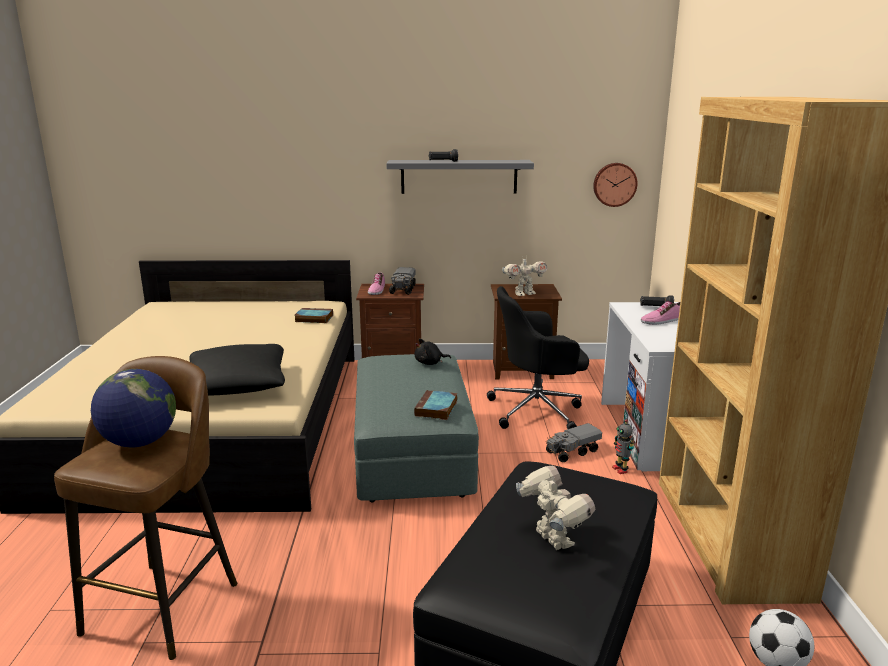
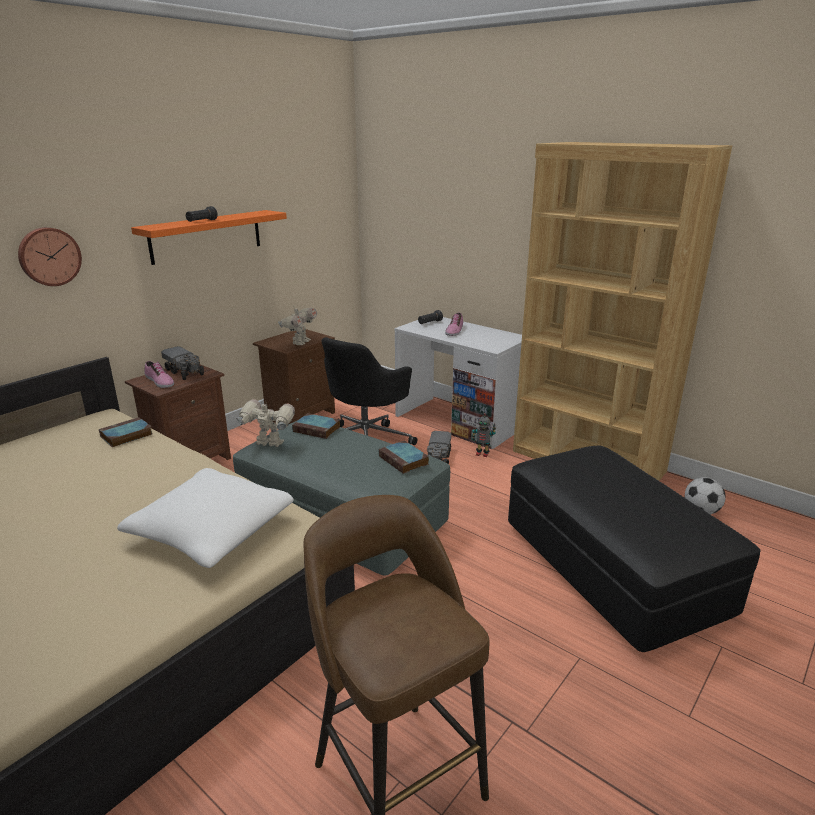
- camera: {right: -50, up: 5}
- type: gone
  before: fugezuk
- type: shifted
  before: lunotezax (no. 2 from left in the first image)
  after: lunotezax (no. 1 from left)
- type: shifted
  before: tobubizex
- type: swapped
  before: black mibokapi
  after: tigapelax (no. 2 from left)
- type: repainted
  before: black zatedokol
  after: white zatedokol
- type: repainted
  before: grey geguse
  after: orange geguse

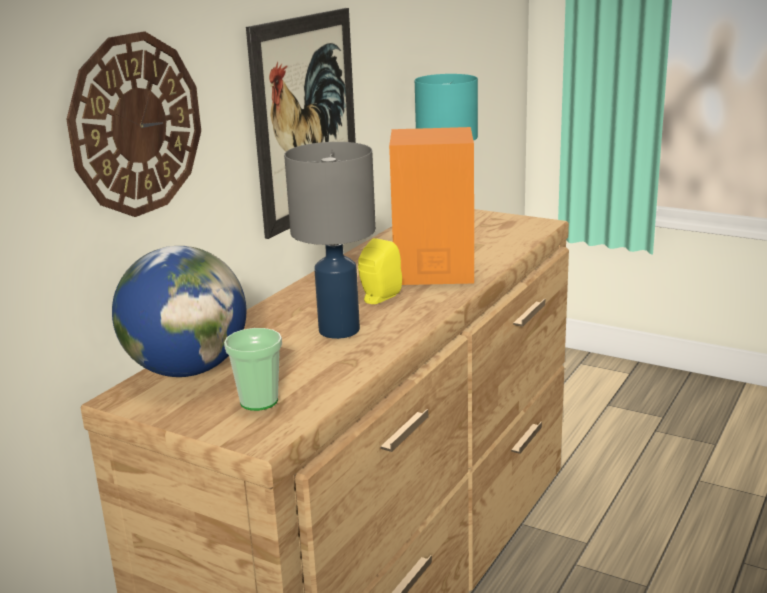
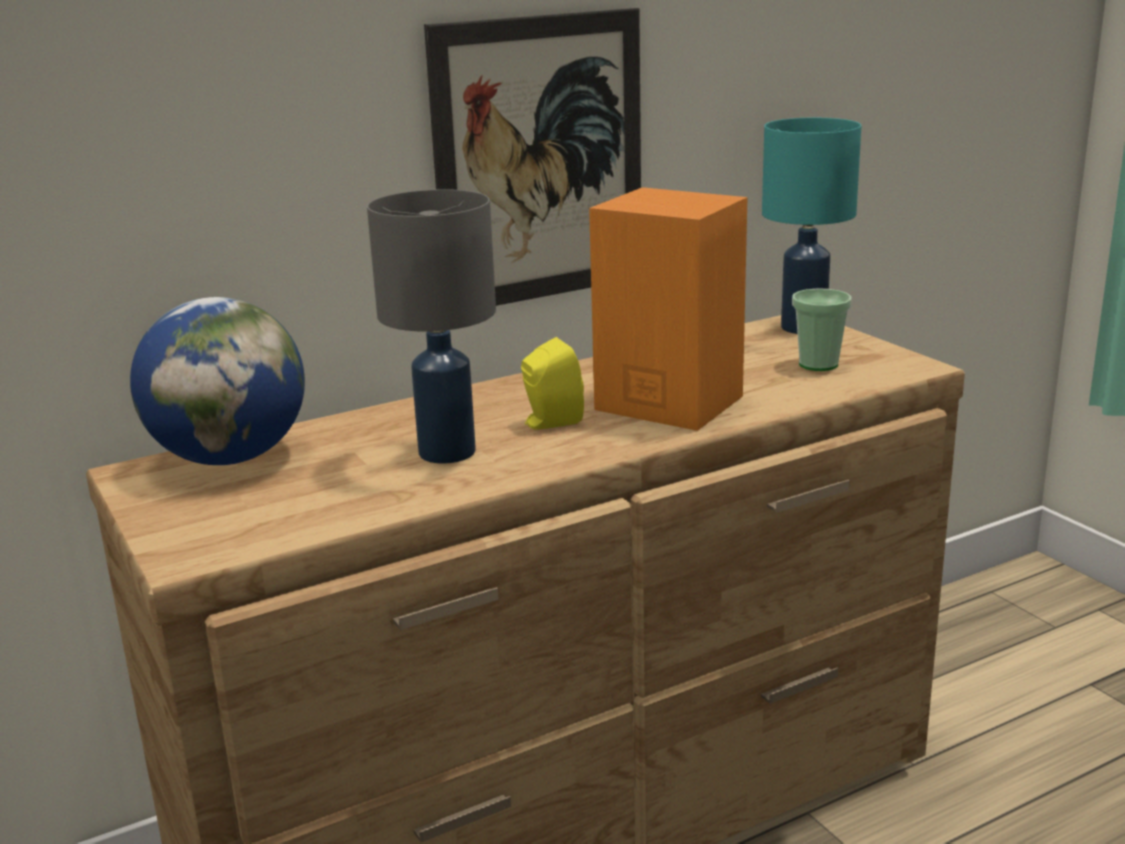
- camera: {right: 30, up: 0}
- type: gone
  before: tobubizex
- type: shifted
  before: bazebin

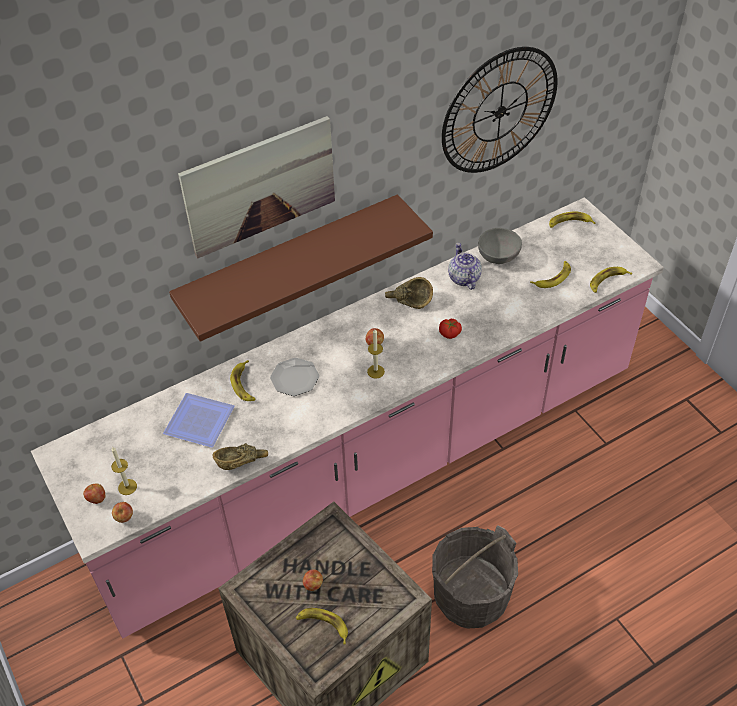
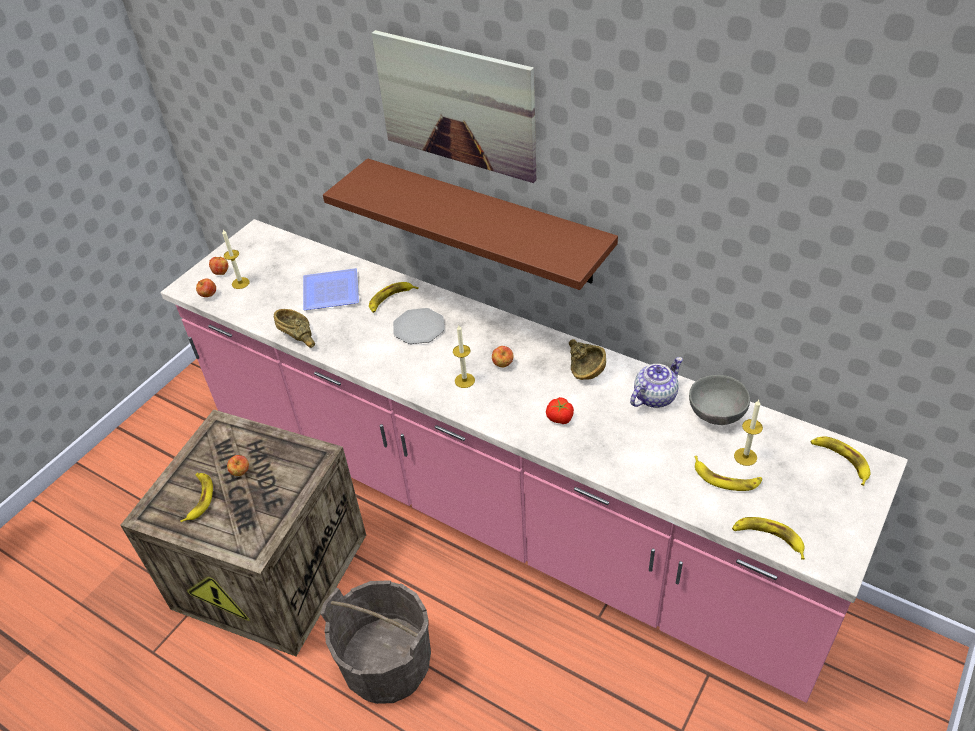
- camera: {right: 65, up: -5}
- type: gone
  before: tobubizex
- type: new
  after: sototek (no. 3 from left)

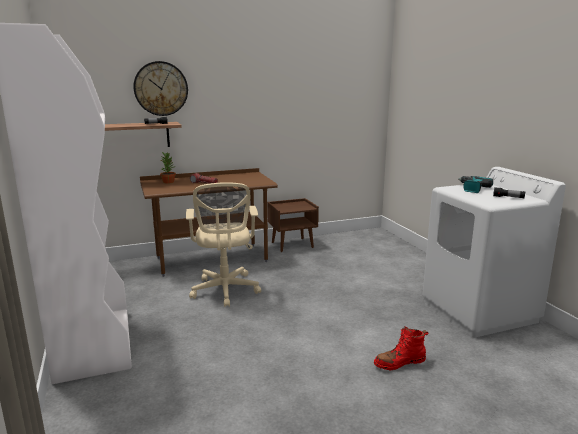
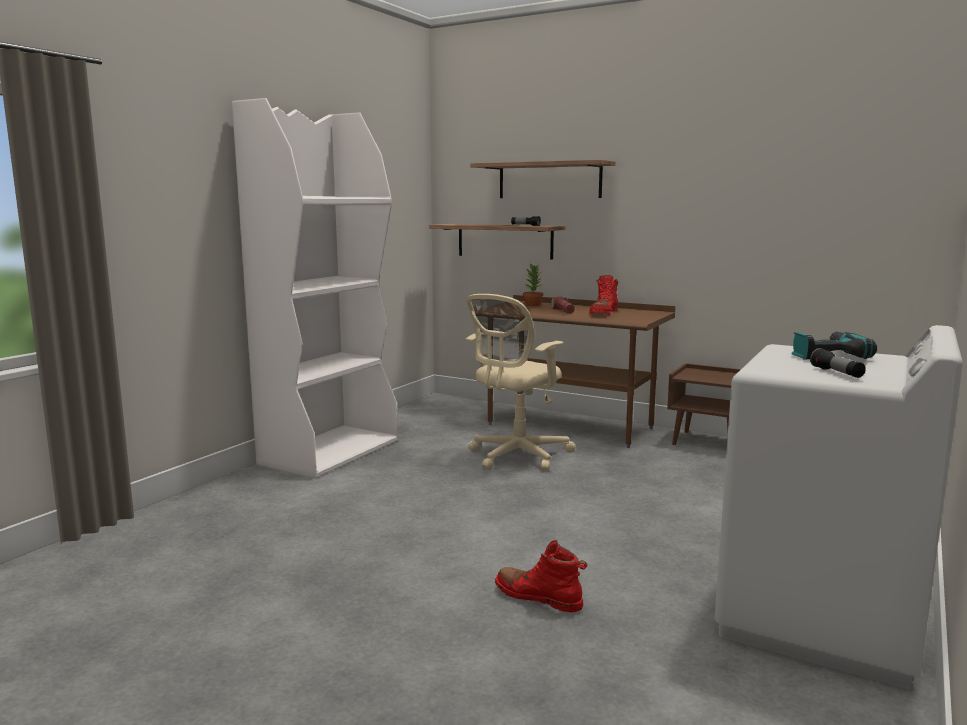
- camera: {right: 50, up: -5}
- type: new
  after: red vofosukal (no. 2 from left)
- type: swapped
  before: tobubizex
  after: geguse (no. 2 from left)

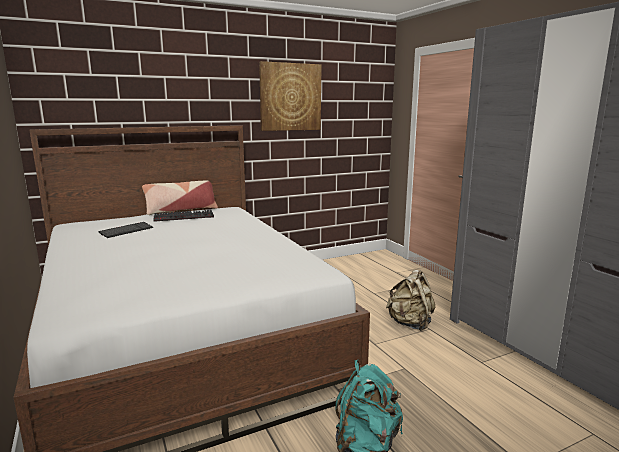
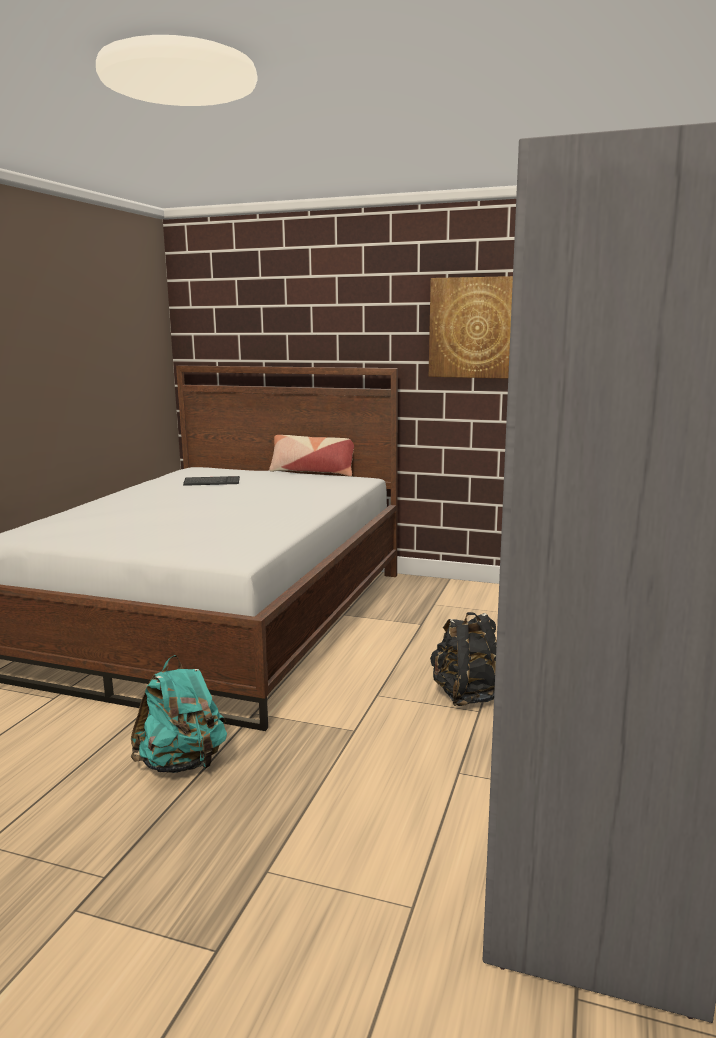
- camera: {right: 45, up: 0}
- type: gone
  before: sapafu (no. 2 from left)
- type: repainted
  before: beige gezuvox
  after: black gezuvox

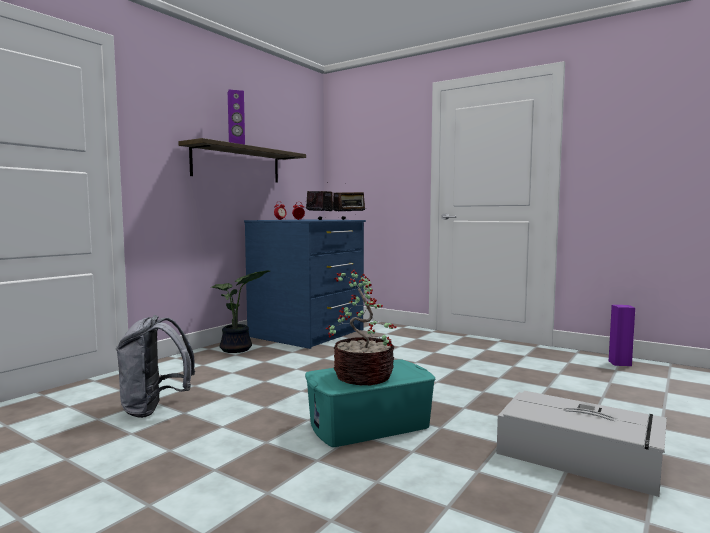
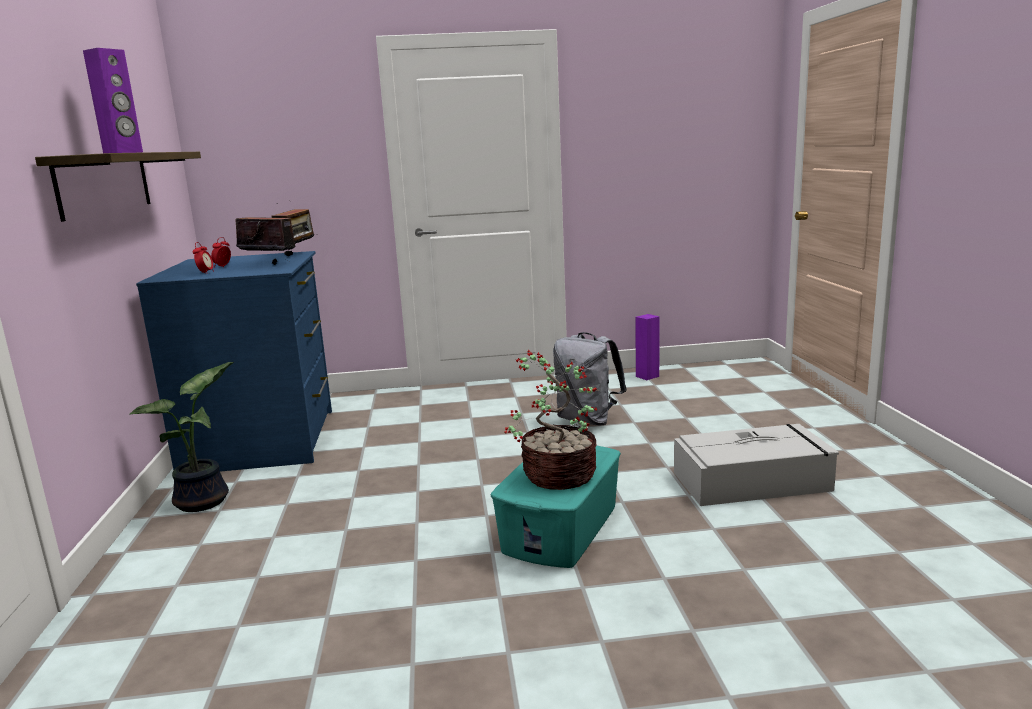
- camera: {right: -40, up: 10}
- type: shifted
  before: grey gezuvox

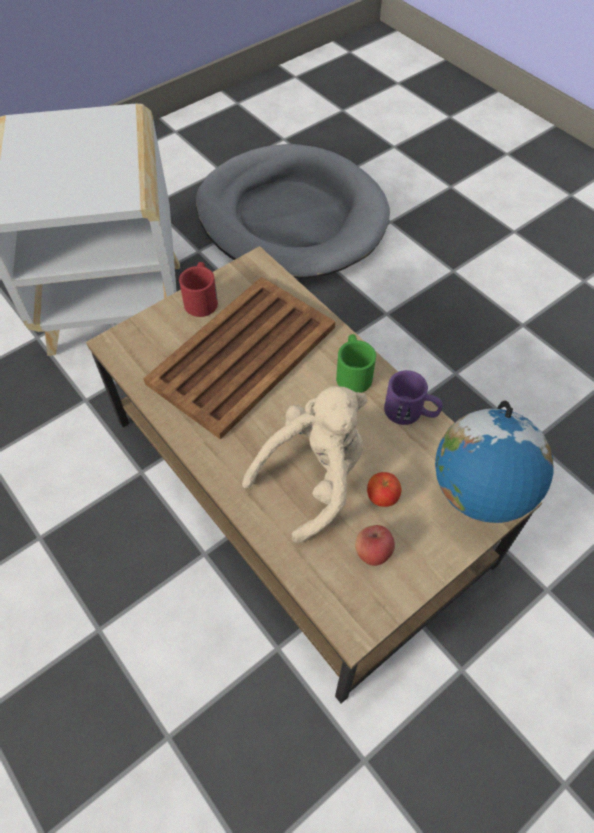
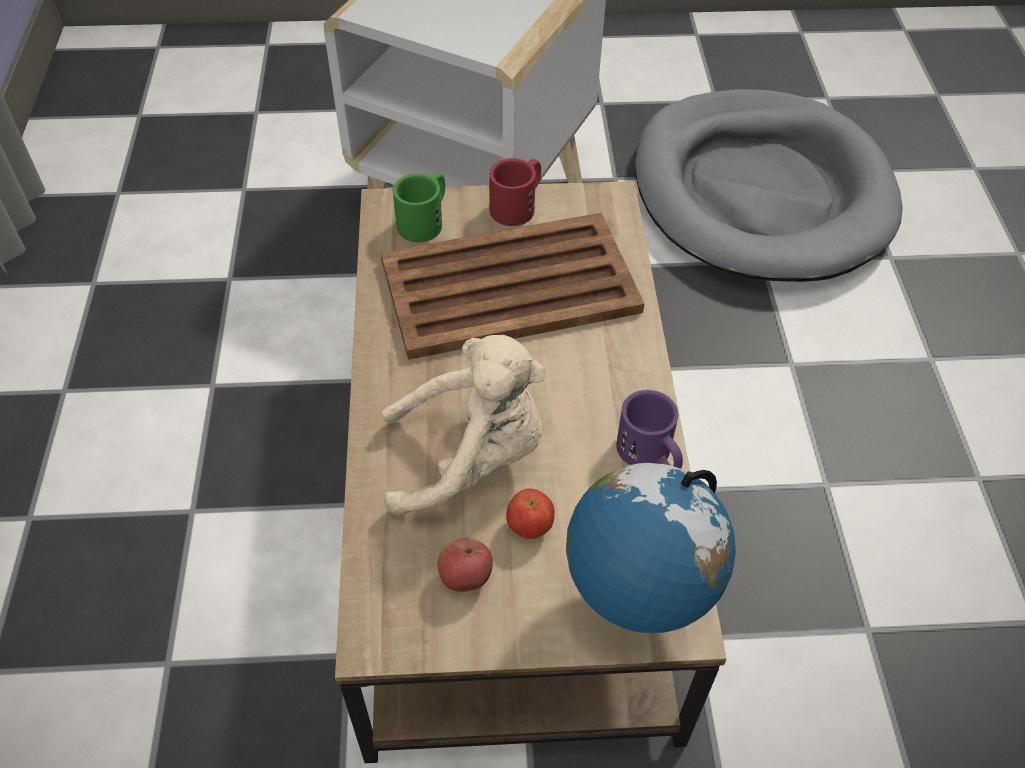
- camera: {right: 35, up: -5}
- type: shifted
  before: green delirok

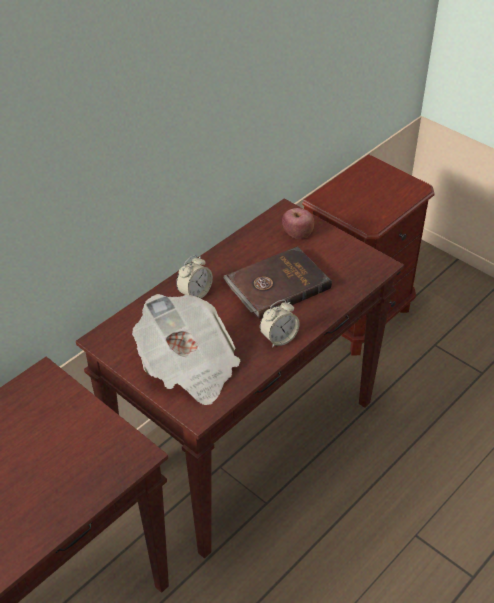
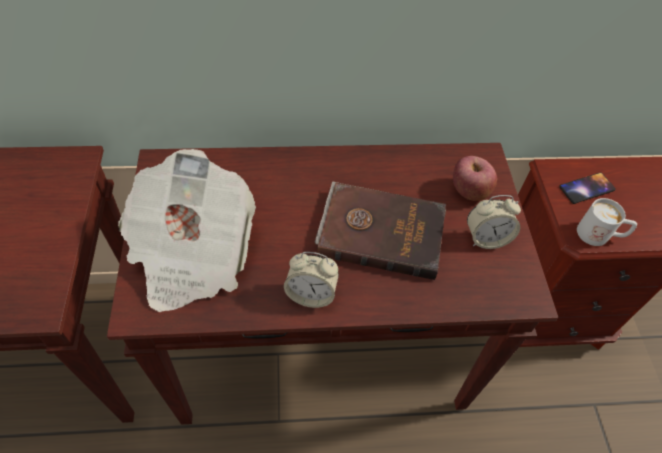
- camera: {right: 40, up: 10}
- type: new
  after: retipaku
- type: new
  after: white delirok
- type: shifted
  before: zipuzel (no. 1 from left in the first image)
  after: zipuzel (no. 2 from left)

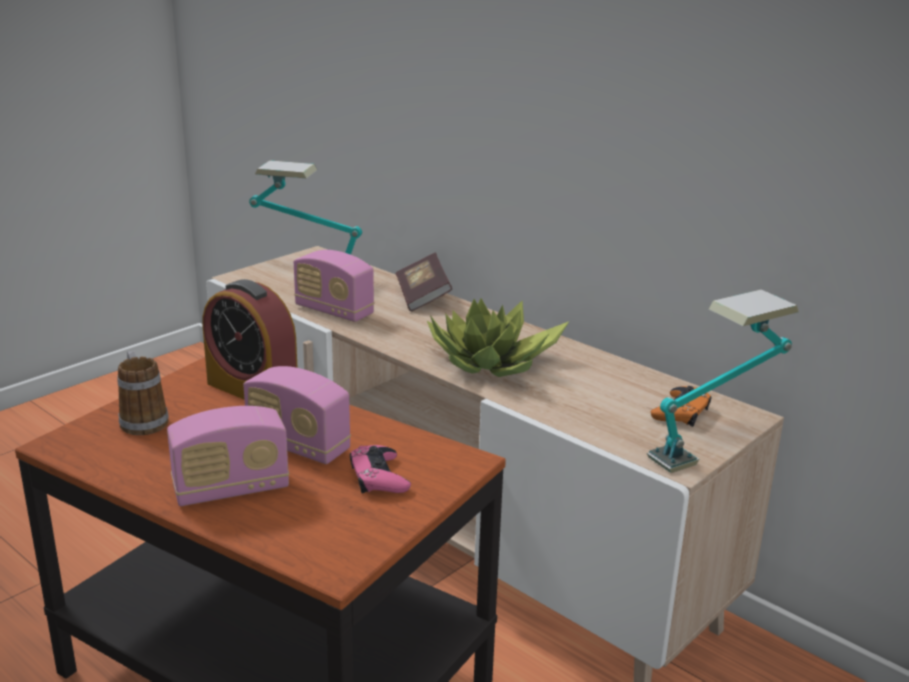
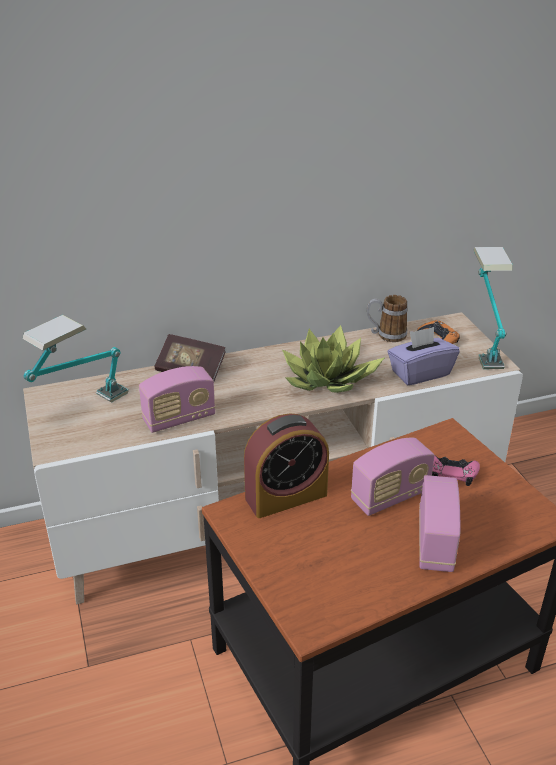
- camera: {right: -60, up: 10}
- type: new
  after: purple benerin
- type: shifted
  before: delirok

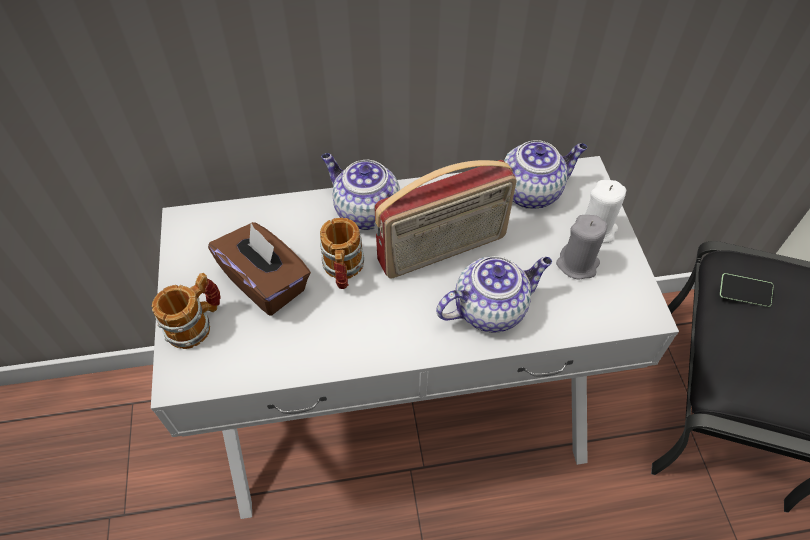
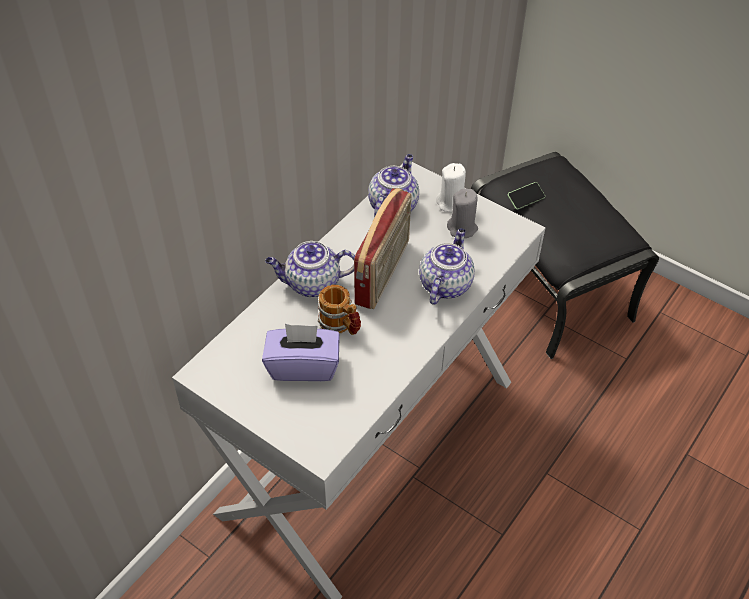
- camera: {right: -45, up: -5}
- type: gone
  before: delirok (no. 1 from left)
- type: repainted
  before: brown benerin
  after: purple benerin

